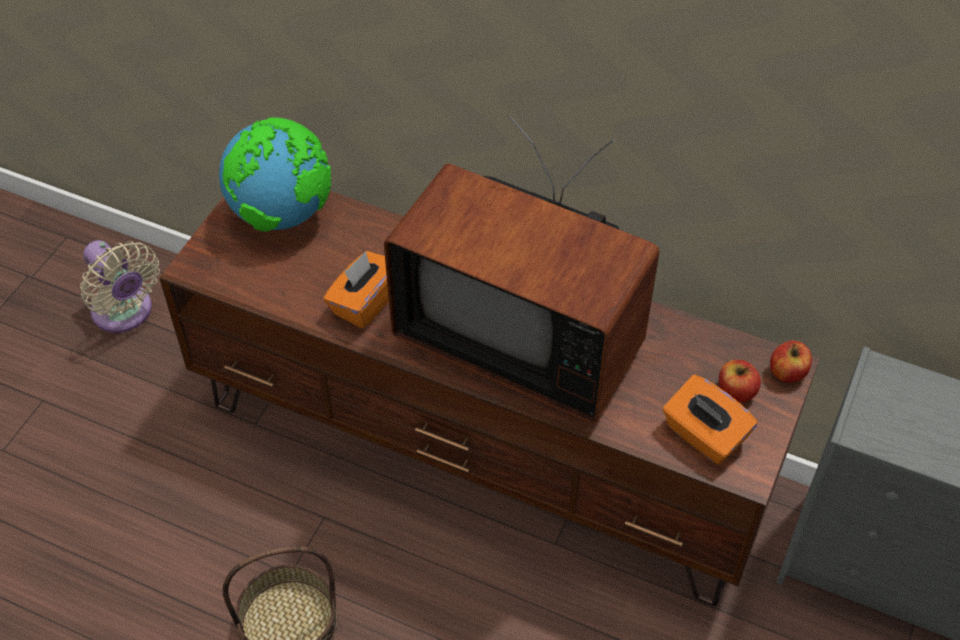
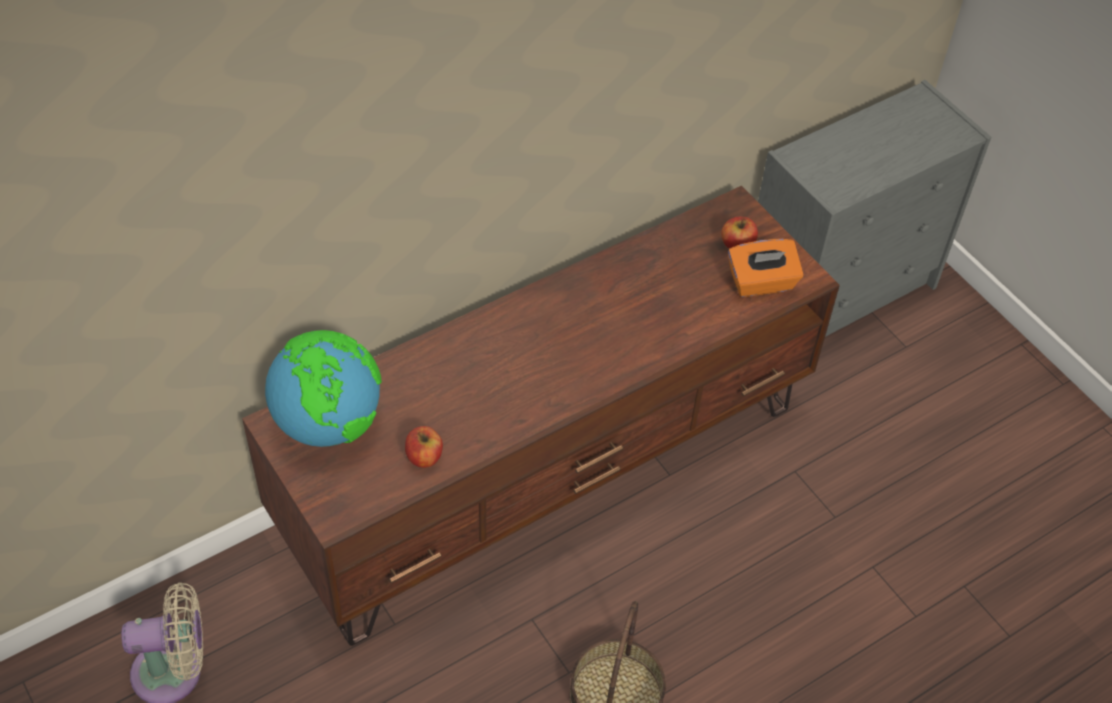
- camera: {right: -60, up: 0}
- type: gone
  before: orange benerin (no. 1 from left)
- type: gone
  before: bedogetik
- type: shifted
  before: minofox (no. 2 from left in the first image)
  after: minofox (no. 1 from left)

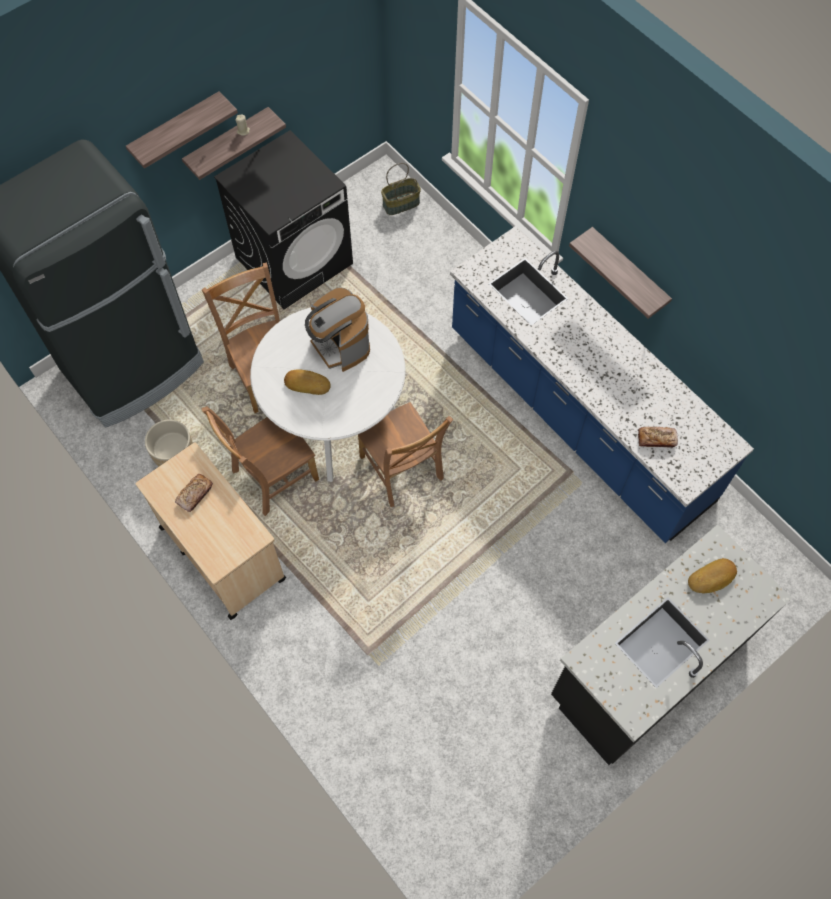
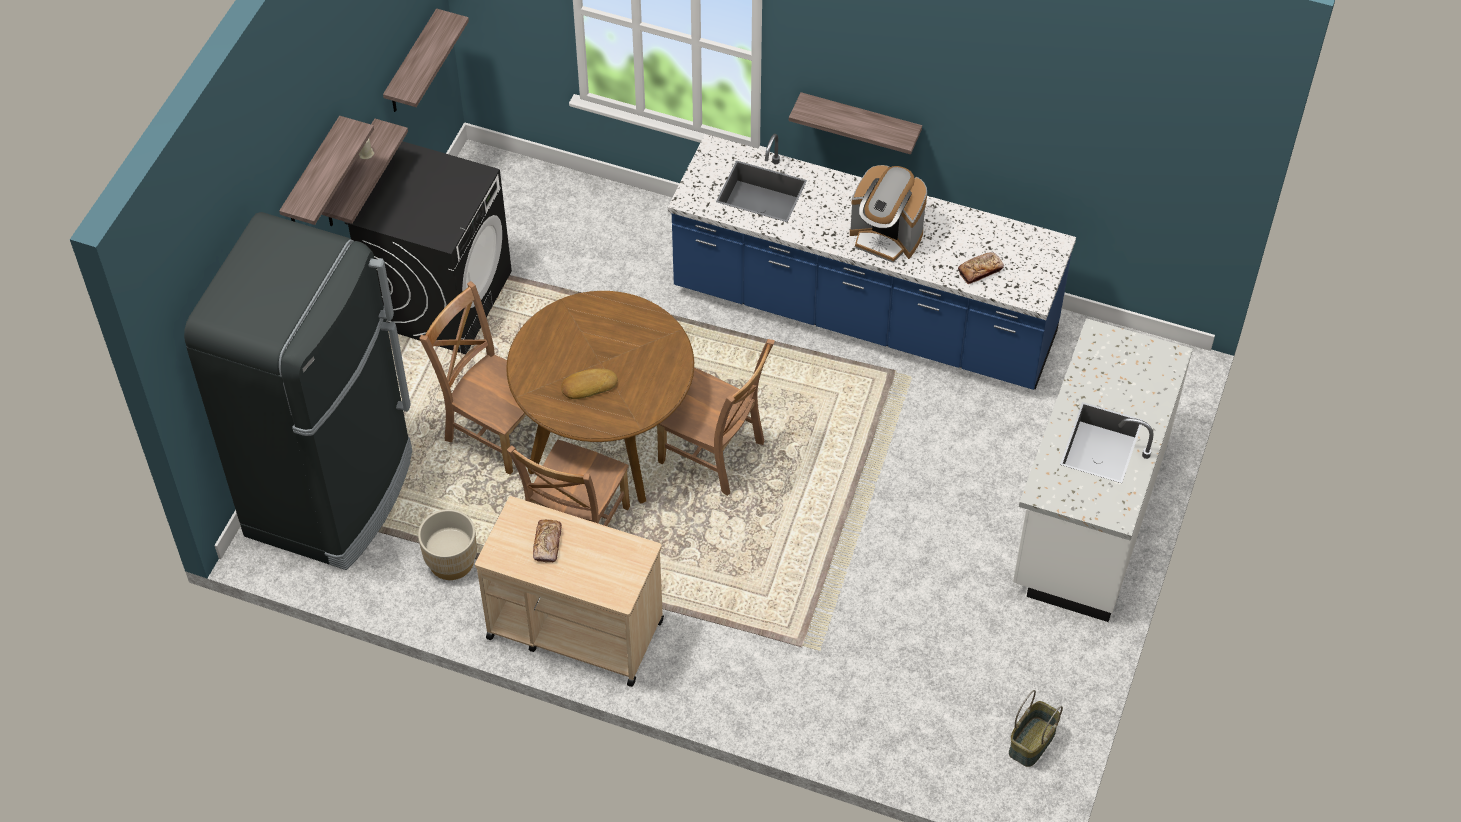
- camera: {right: -30, up: -10}
- type: gone
  before: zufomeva (no. 4 from left)
- type: new
  after: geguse (no. 3 from left)
- type: shifted
  before: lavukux
- type: shifted
  before: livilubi
- type: repainted
  before: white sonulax
  after: brown sonulax
- type: repainted
  before: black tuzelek
  after: white tuzelek

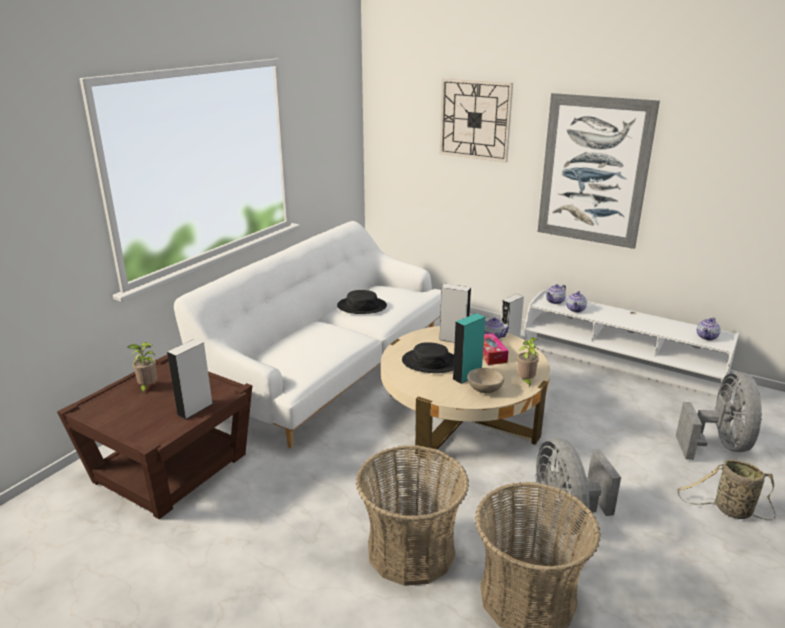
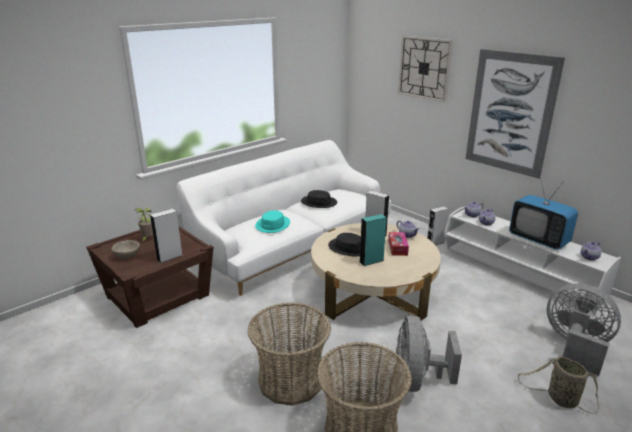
- camera: {right: 15, up: 0}
- type: gone
  before: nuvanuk (no. 2 from left)
- type: new
  after: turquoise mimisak
- type: new
  after: bedogetik
- type: shifted
  before: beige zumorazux
- type: rotated
  before: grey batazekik (no. 2 from left)
  turn: -75

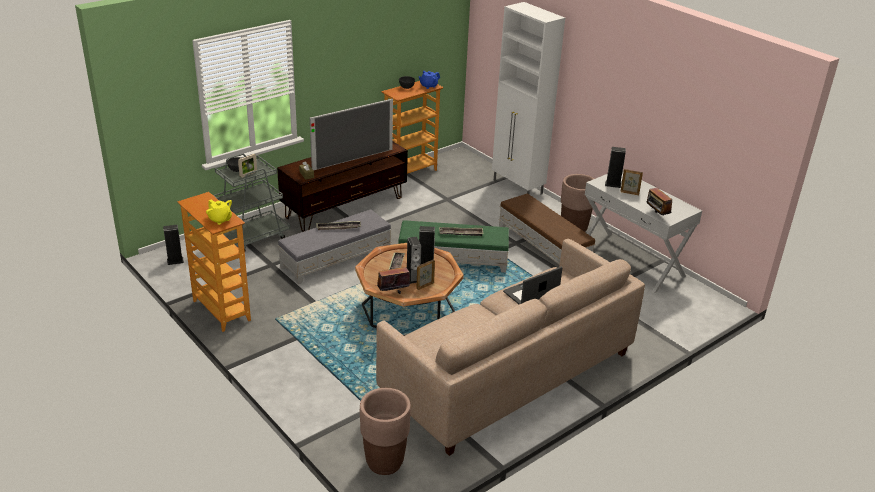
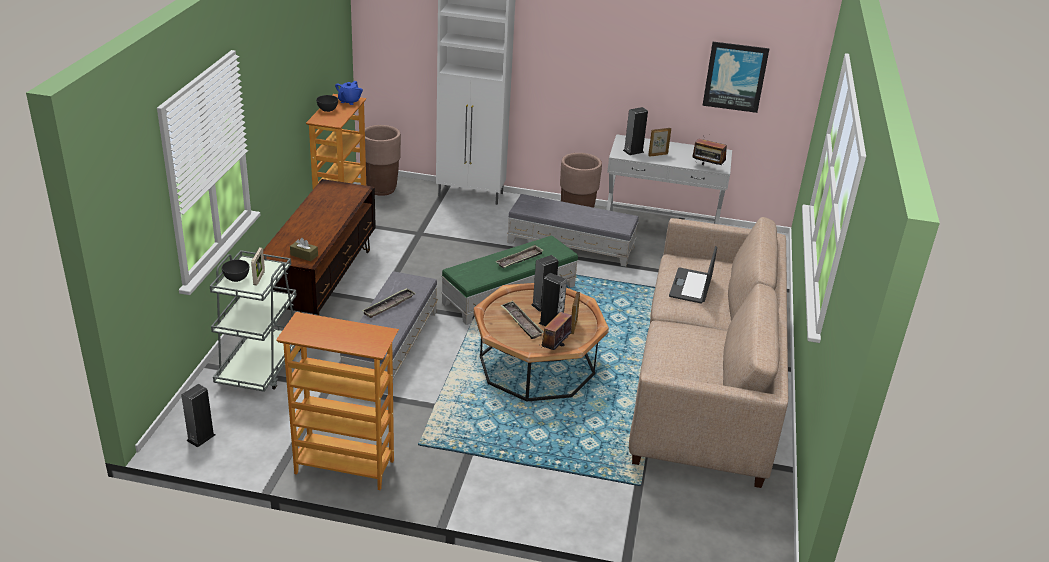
- camera: {right: -40, up: 0}
- type: gone
  before: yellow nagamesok
- type: gone
  before: bedogetik
- type: new
  after: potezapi
- type: shifted
  before: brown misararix (no. 1 from left)
- type: repainted
  before: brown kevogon
  after: grey kevogon (no. 2 from left)

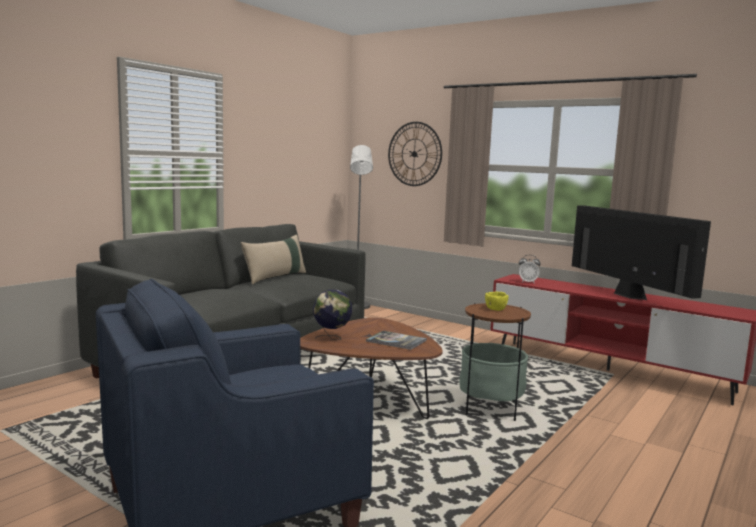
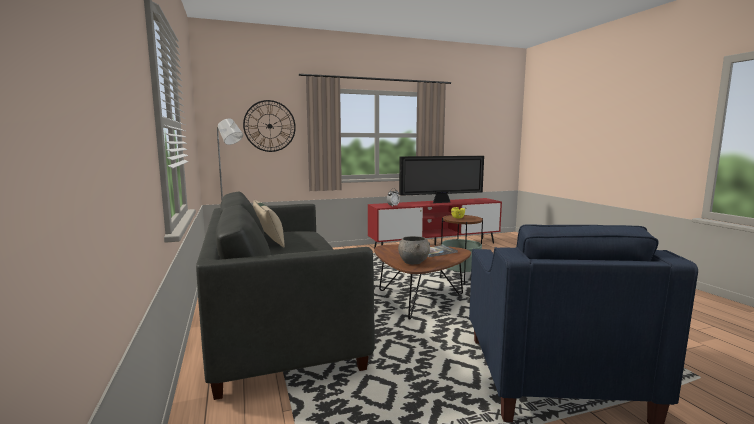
- camera: {right: -55, up: 0}
- type: swapped
  before: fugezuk
  after: grey zumorazux
- type: rotated
  before: bedogetik
  turn: 150

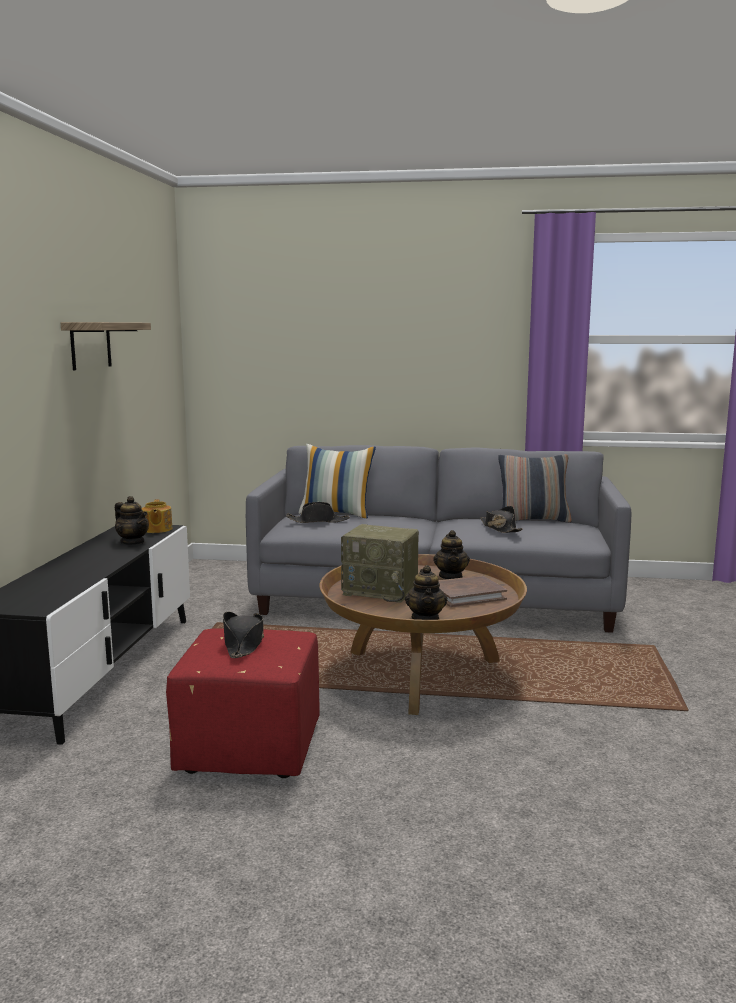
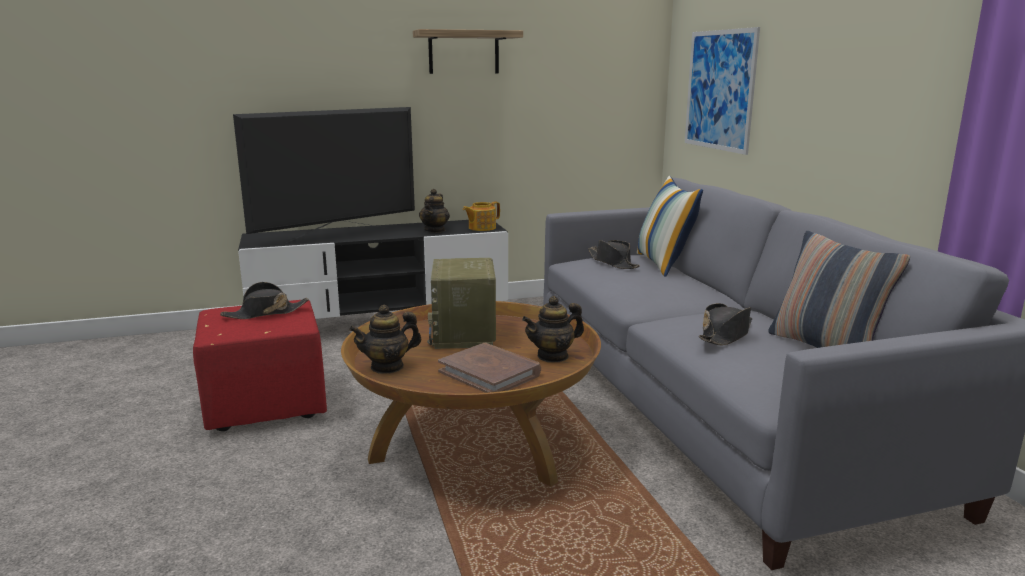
- camera: {right: 65, up: 5}
- type: new
  after: bedogetik
- type: new
  after: potezapi

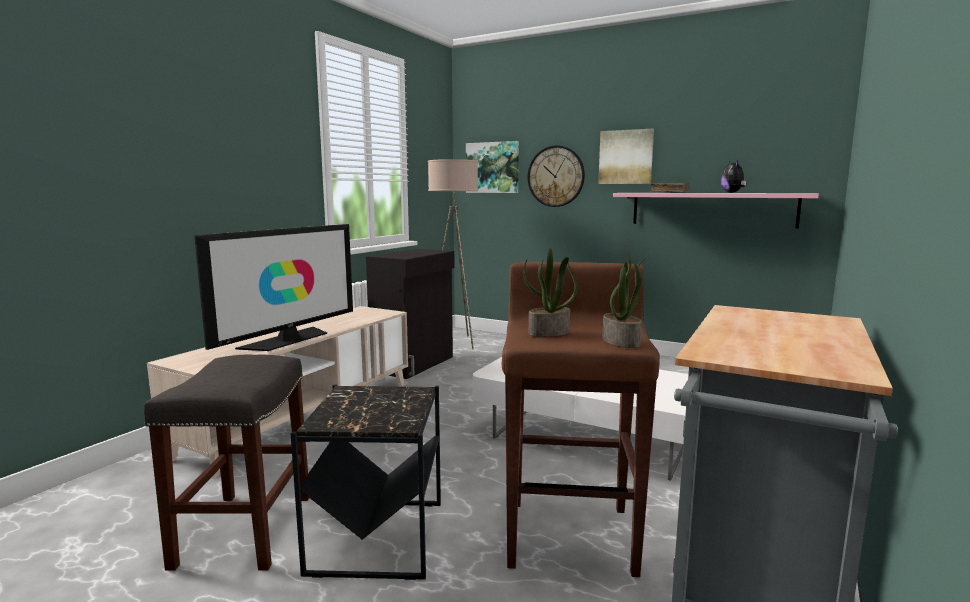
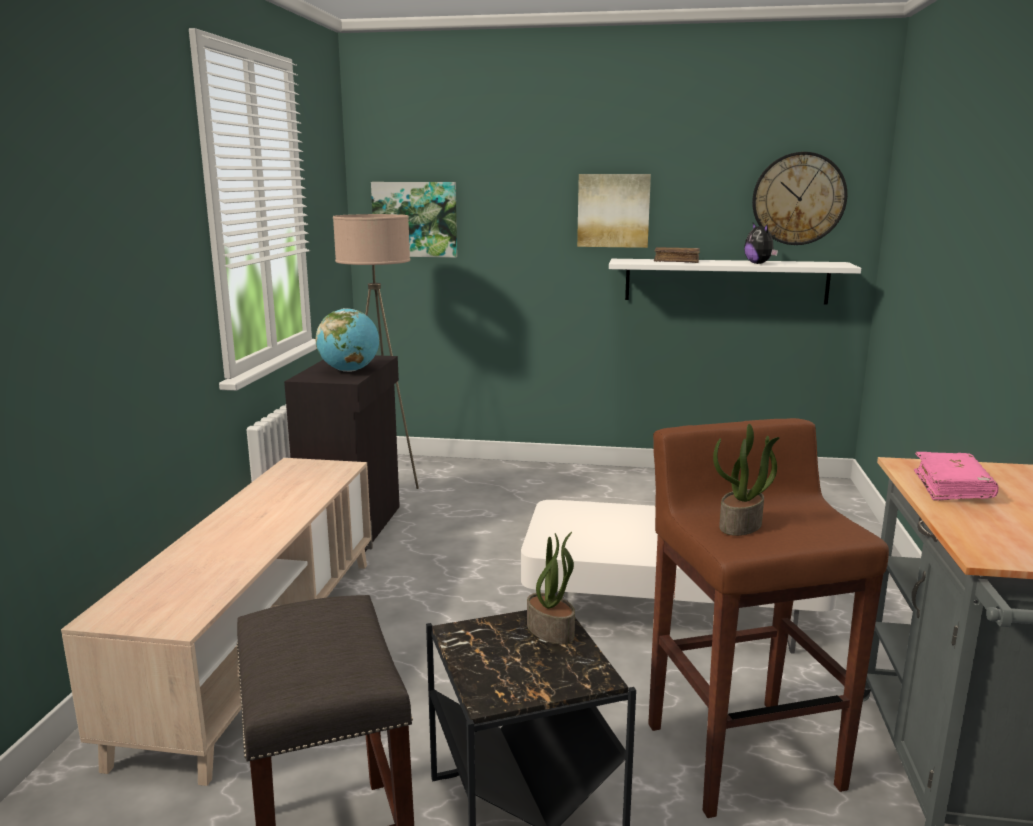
- camera: {right: -20, up: 5}
- type: gone
  before: bedogetik
- type: new
  after: fugezuk
- type: new
  after: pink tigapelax
- type: shifted
  before: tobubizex
- type: shifted
  before: nuvanuk (no. 2 from left in the first image)
  after: nuvanuk (no. 1 from left)
- type: repainted
  before: pink geguse
  after: white geguse

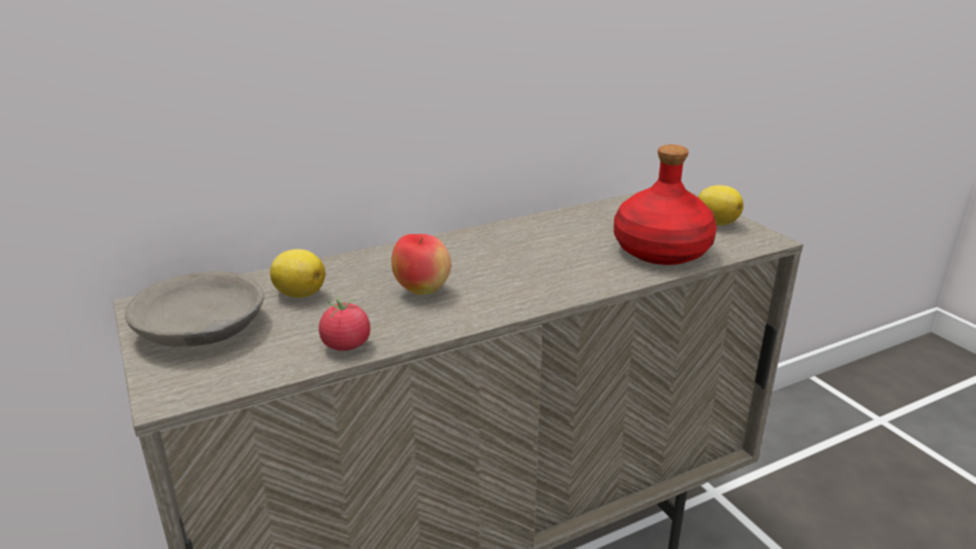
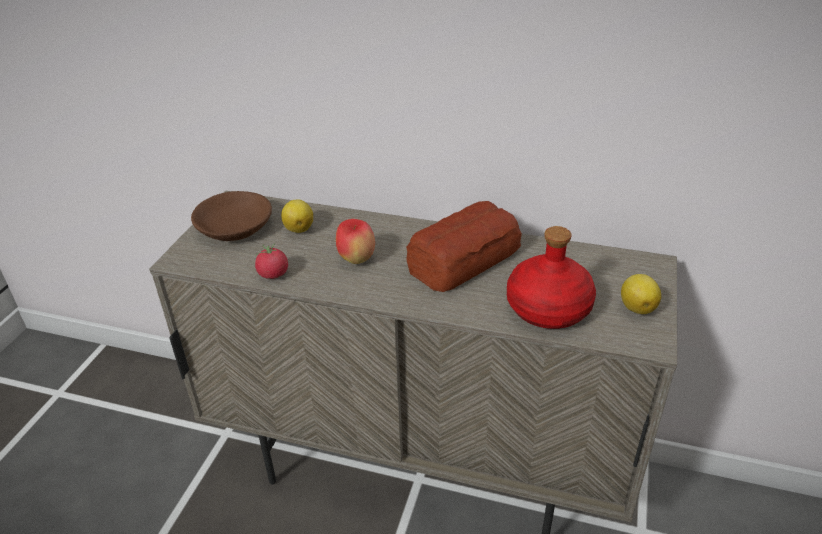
- camera: {right: 45, up: 10}
- type: new
  after: zufomeva
- type: repainted
  before: grey zumorazux
  after: brown zumorazux

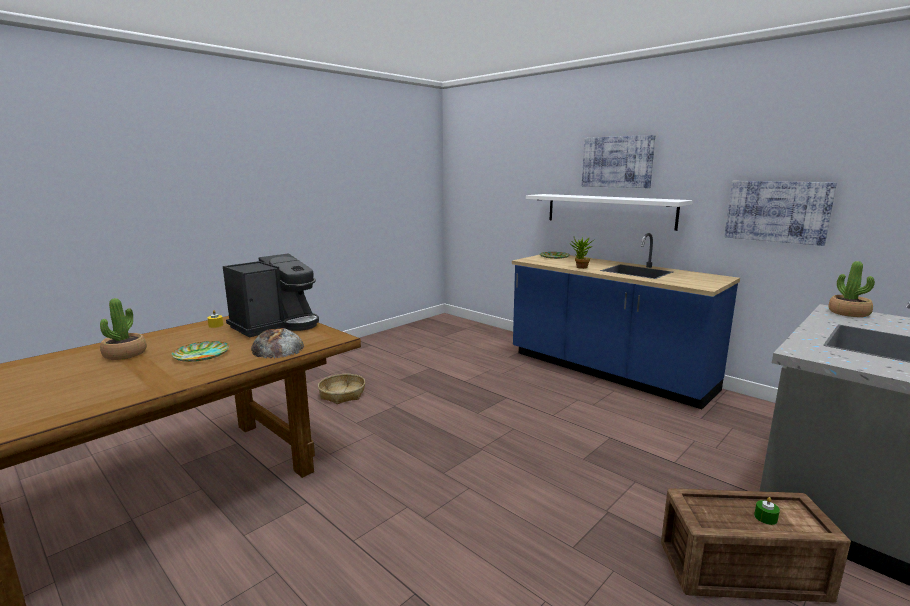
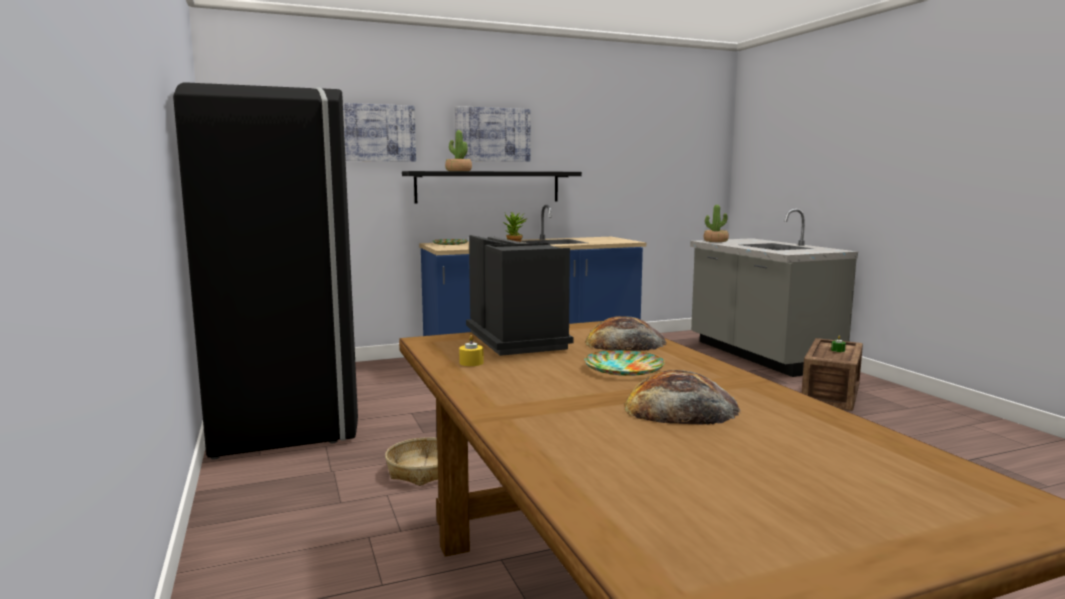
- camera: {right: -65, up: -5}
- type: new
  after: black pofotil
- type: new
  after: zufomeva (no. 2 from left)
- type: shifted
  before: nuvanuk (no. 1 from left)
- type: shifted
  before: potezapi (no. 2 from left in the first image)
  after: potezapi (no. 1 from left)
- type: repainted
  before: white geguse
  after: black geguse

